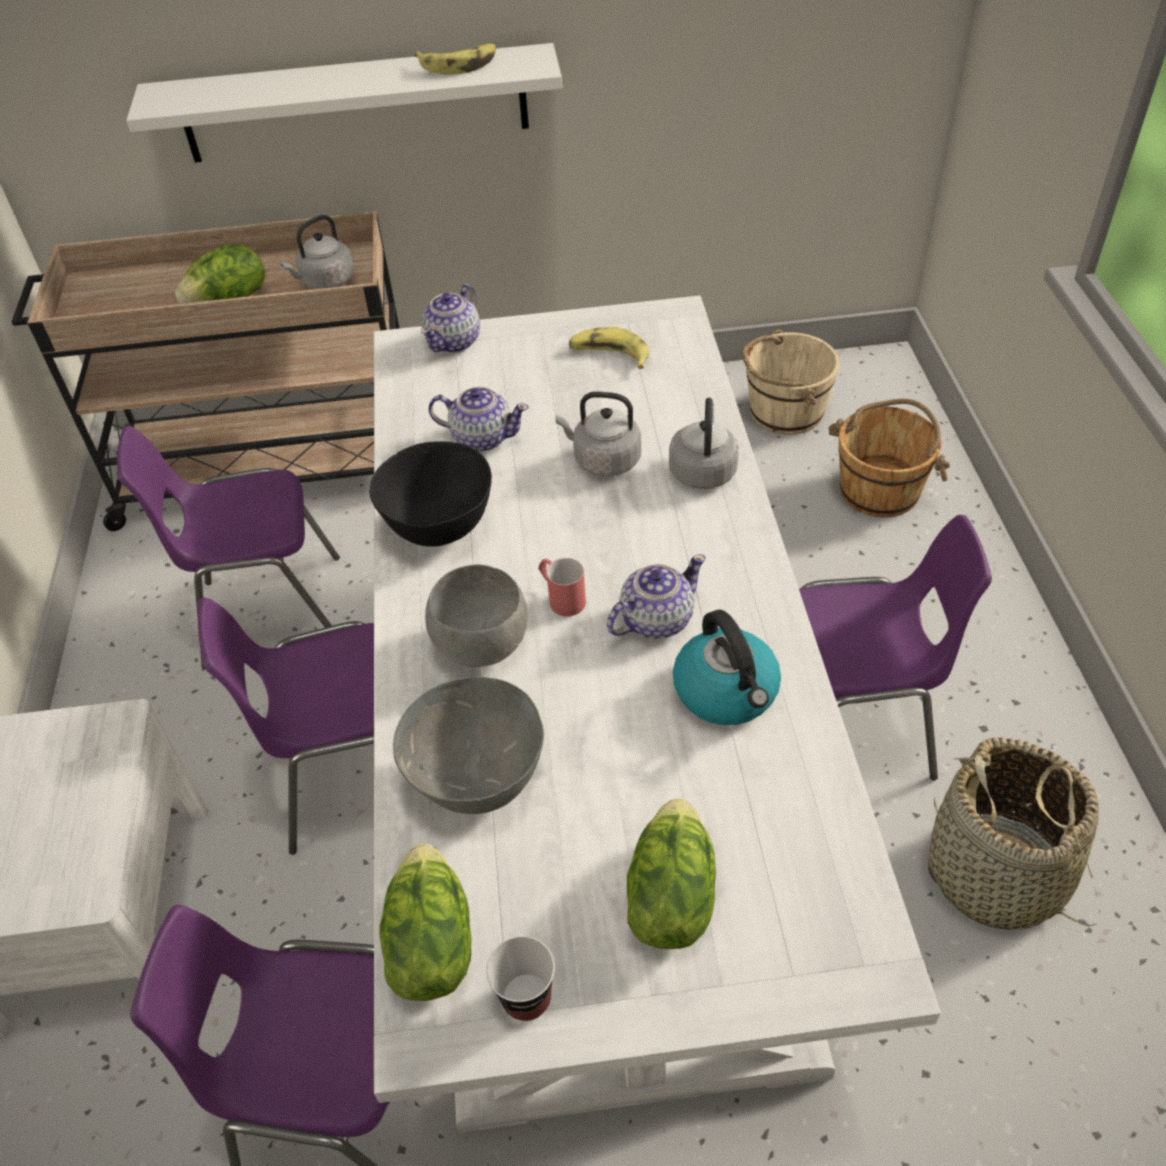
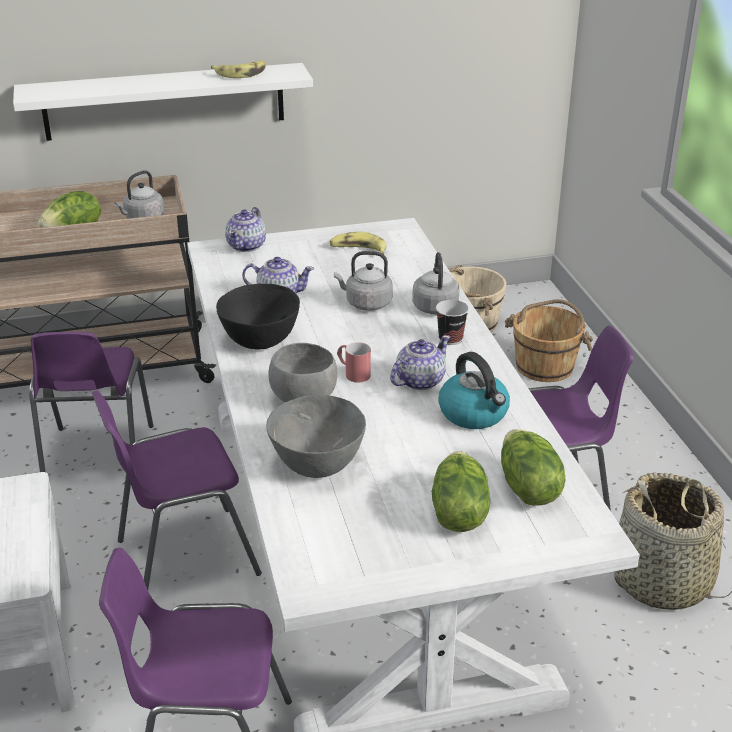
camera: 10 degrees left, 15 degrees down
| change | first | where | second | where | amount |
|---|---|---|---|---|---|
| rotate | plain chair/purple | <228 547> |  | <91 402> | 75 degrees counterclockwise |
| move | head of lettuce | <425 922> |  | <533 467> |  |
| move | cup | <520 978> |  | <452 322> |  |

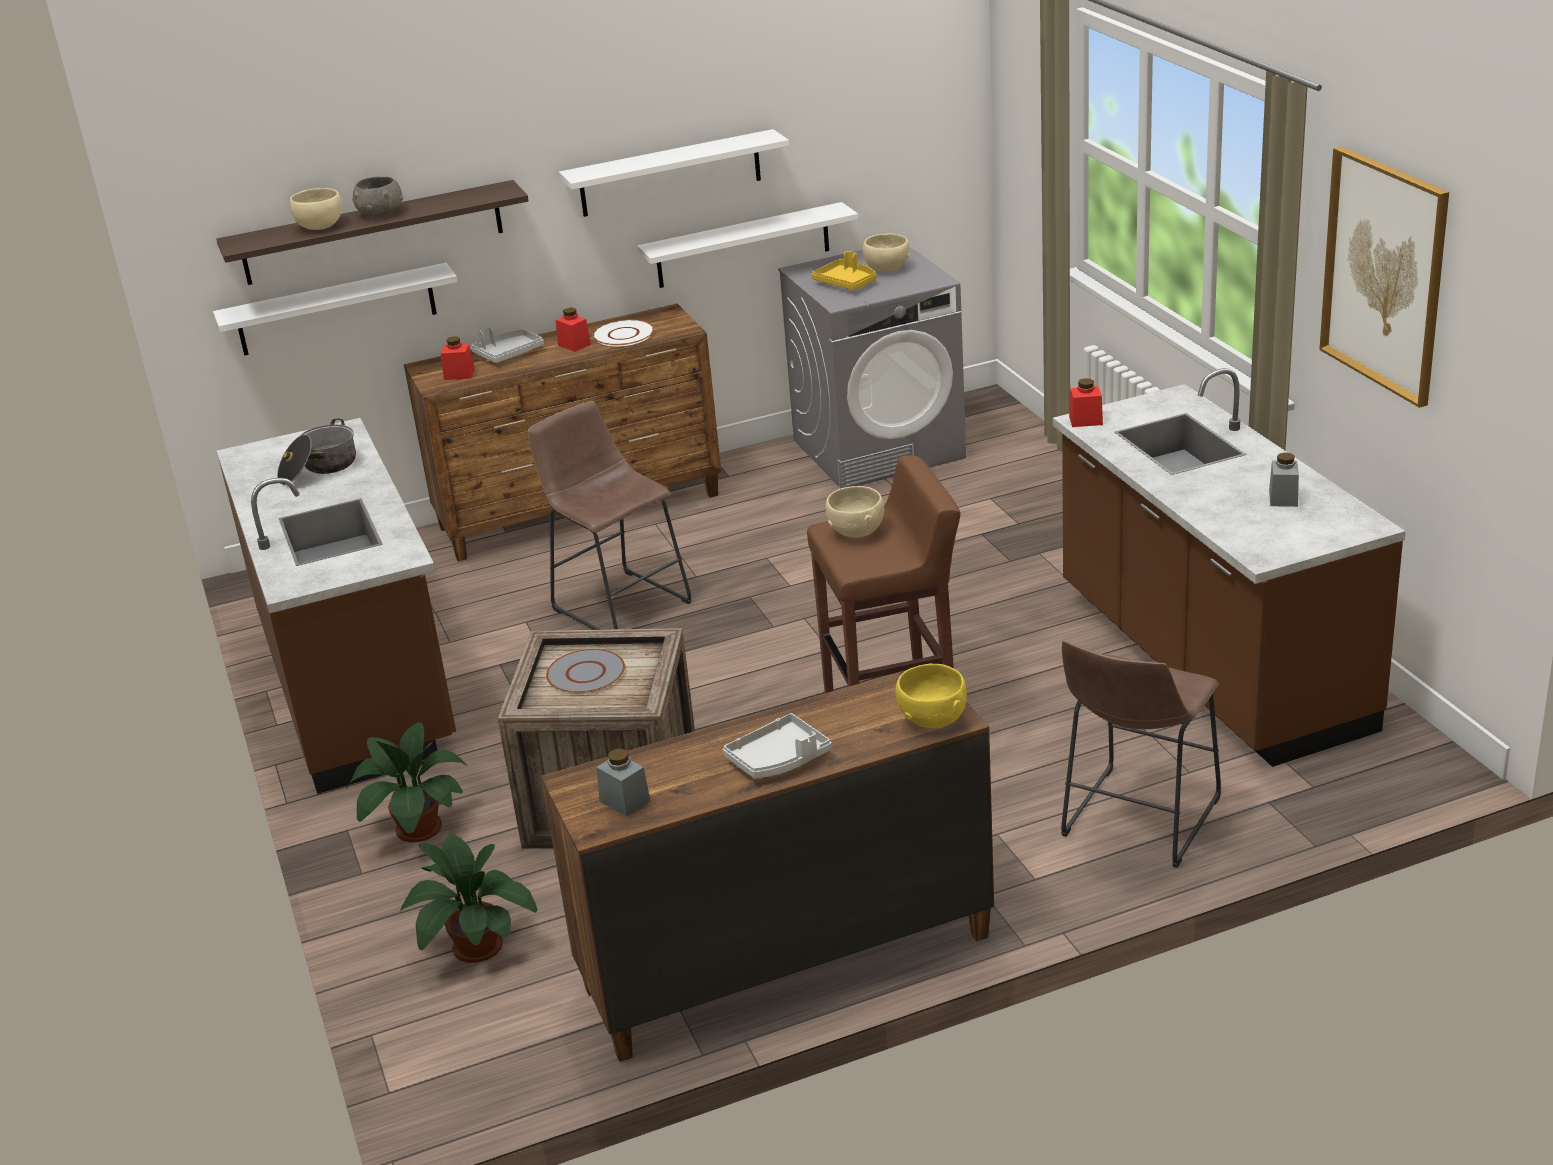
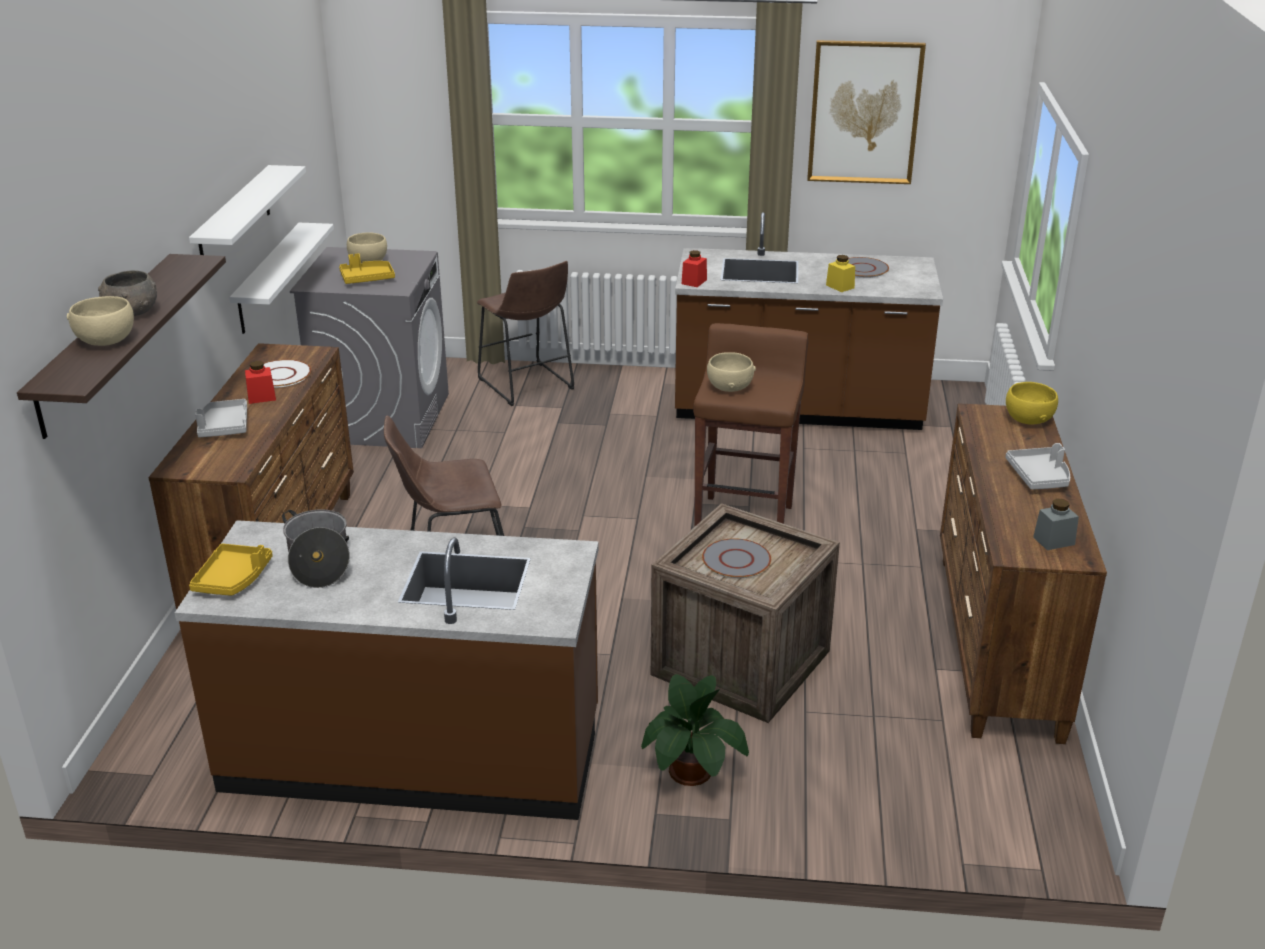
camera: 65 degrees left, 0 degrees up
| change | first | where | second | where | amount |
|---|---|---|---|---|---|
| delete | bracket shelf/white-coloured | <335 309> |  |  |  |
| delete | houseplant | <468 898> |  |  |  |
| delete | jar/red-coloured | <458 358> |  |  |  |
| move | stool/brown-coloured | <1141 754> |  | <525 333> |  |
| replace | jar/gray | <1284 479> | plate/gray | <868 267> |  |
| insert |  |  | serving tray/yellow-coloured | <231 569> |  |
| insert |  |  | jar/yellow-coloured | <840 273> |  |

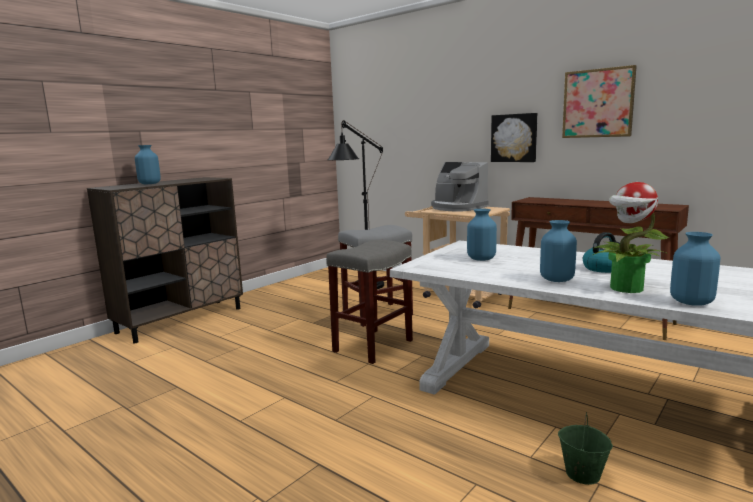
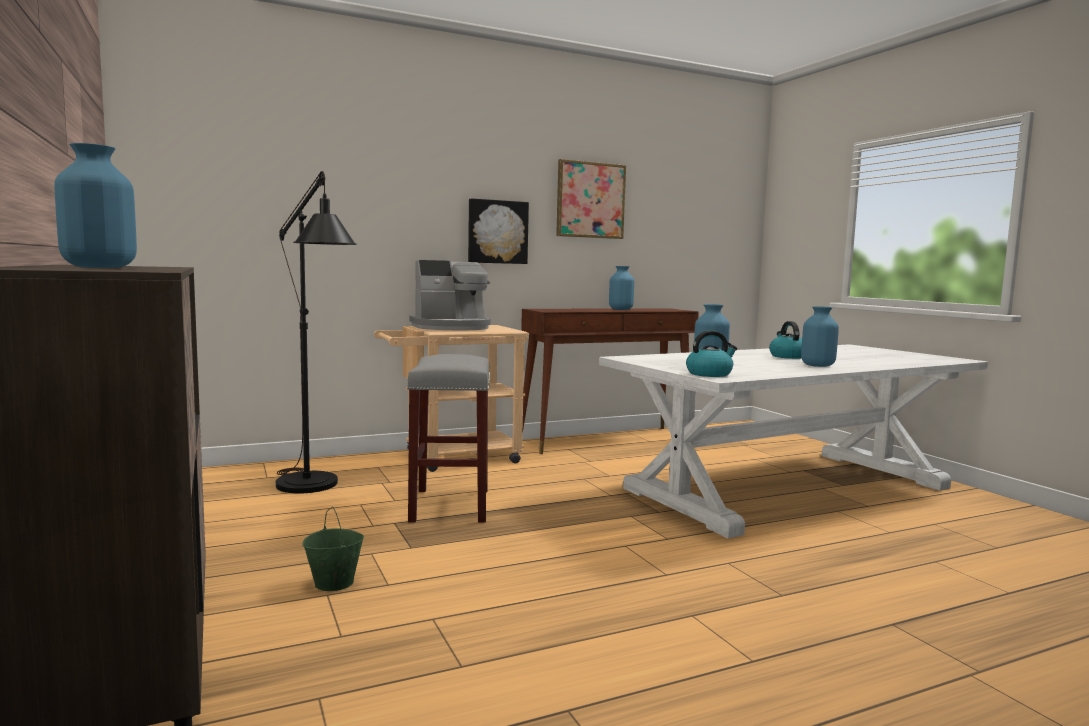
camera: 65 degrees left, 5 degrees down
| change | first | where | second | where | amount |
|---|---|---|---|---|---|
| delete | stool/gray | <369 302> |  |  |  |
| move | water bucket/greenish | <585 448> |  | <333 549> |  |
| delete | houseplant | <631 237> |  |  |  |
| move | vase/blue-coloured | <695 269> |  | <621 288> |  |
| insert |  |  | tea kettle | <711 353> |  |

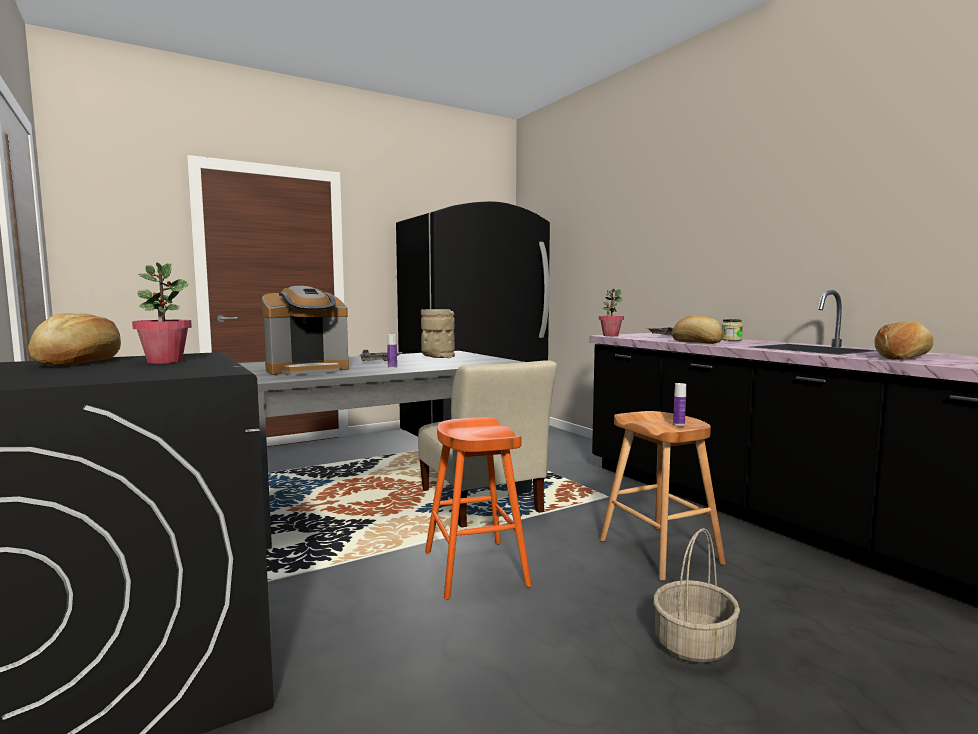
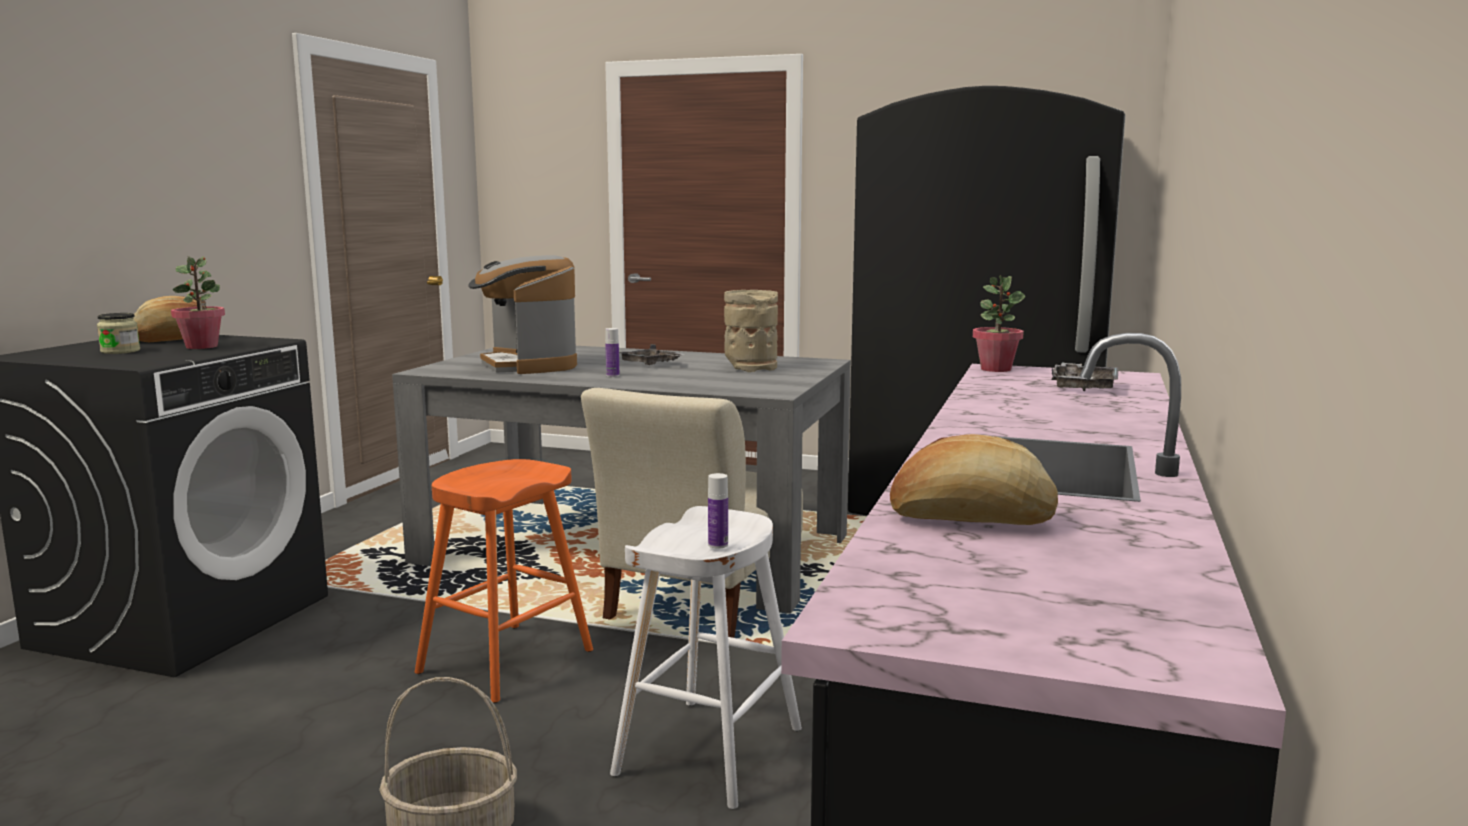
camera: 50 degrees right, 5 degrees up
| change | first | where | second | where | amount |
|---|---|---|---|---|---|
| rotate | coffee machine | <305 330> |  | <522 314> | 45 degrees clockwise |
| recolor | stool/brown-coloured | <663 496> | stool/white-coloured | <706 657> |  |
| delete | bakery bread | <697 329> |  |  |  |
| move | jar | <732 330> |  | <118 333> |  |

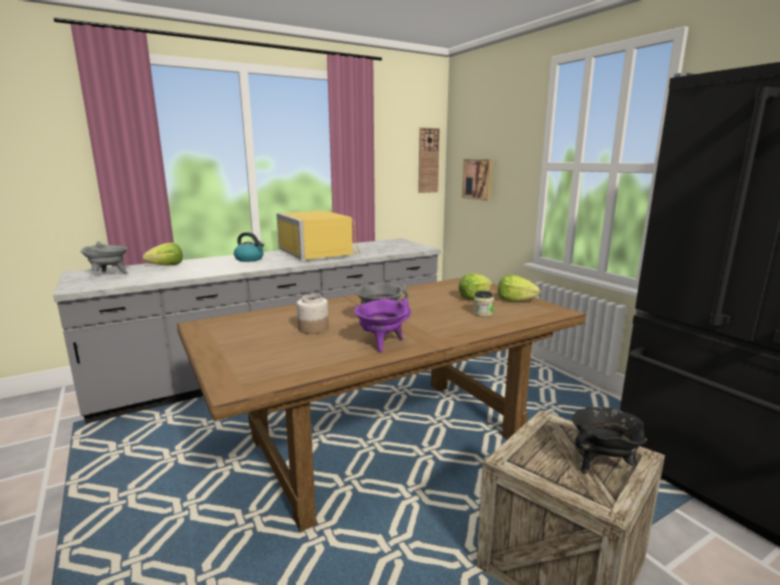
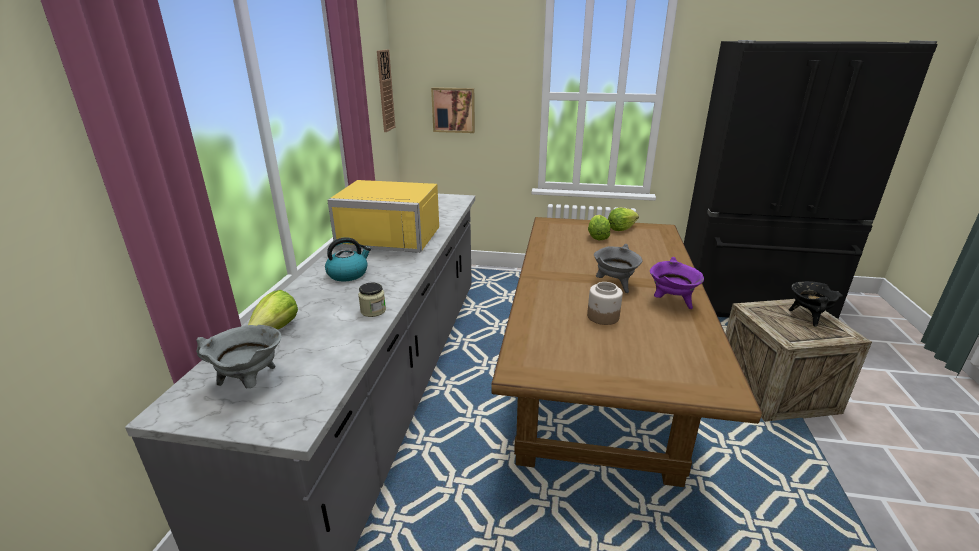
camera: 50 degrees left, 10 degrees up
| change | first | where | second | where | amount |
|---|---|---|---|---|---|
| move | jar | <483 304> |  | <372 300> |  |

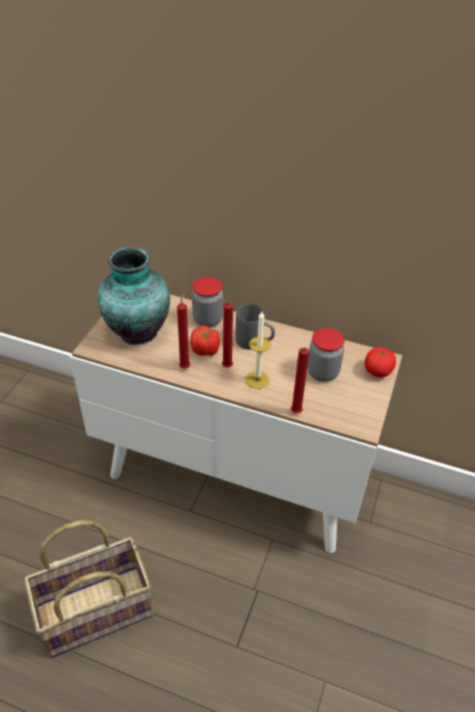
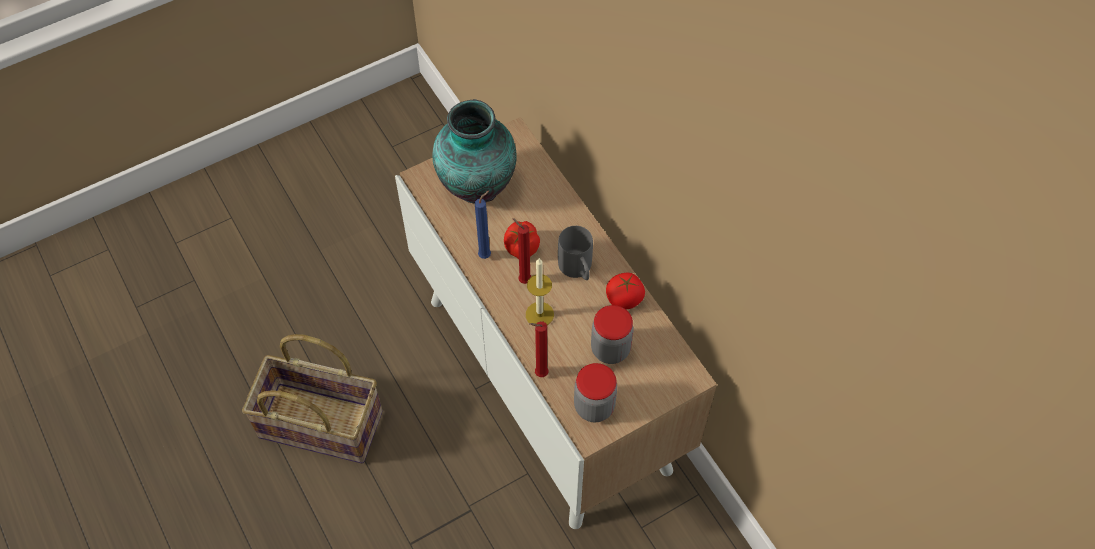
camera: 40 degrees right, 15 degrees up
| change | first | where | second | where | amount |
|---|---|---|---|---|---|
| recolor | wax light/red-coloured | <183 330> | wax light/blue-coloured | <483 225> |  |
| move | jar | <207 302> |  | <595 392> |  |
| move | fresh tomato | <380 362> |  | <625 291> |  |

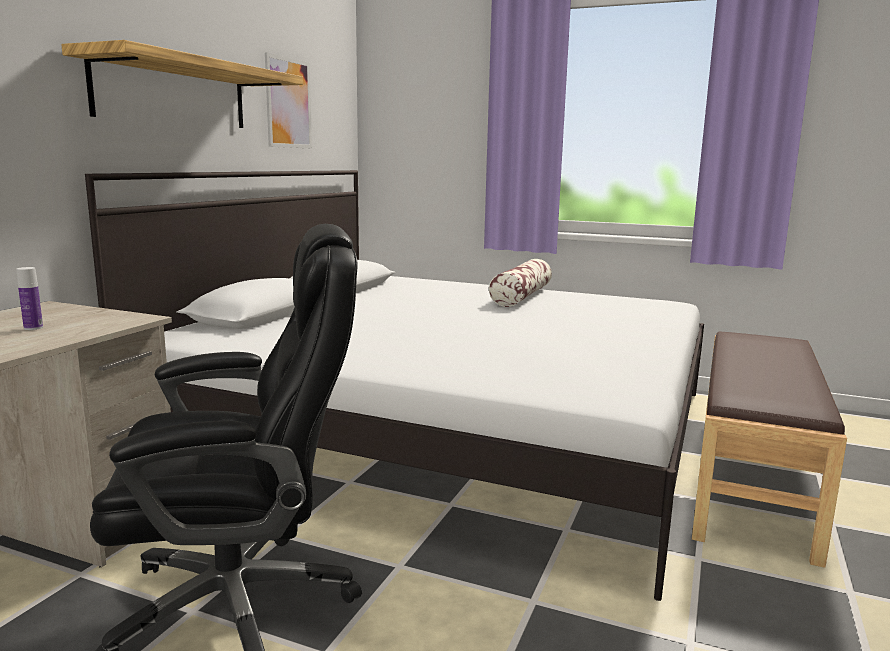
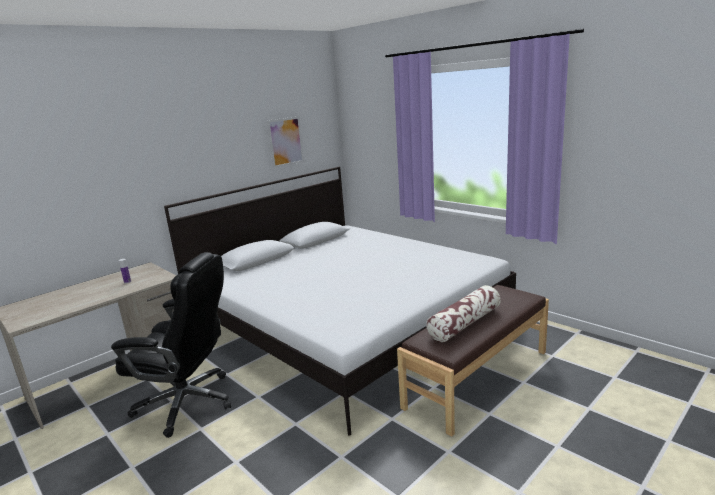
camera: 25 degrees right, 5 degrees up
| change | first | where | second | where | amount |
|---|---|---|---|---|---|
| delete | bracket shelf | <182 84> |  |  |  |
| move | cushion | <520 283> |  | <463 313> |  |

